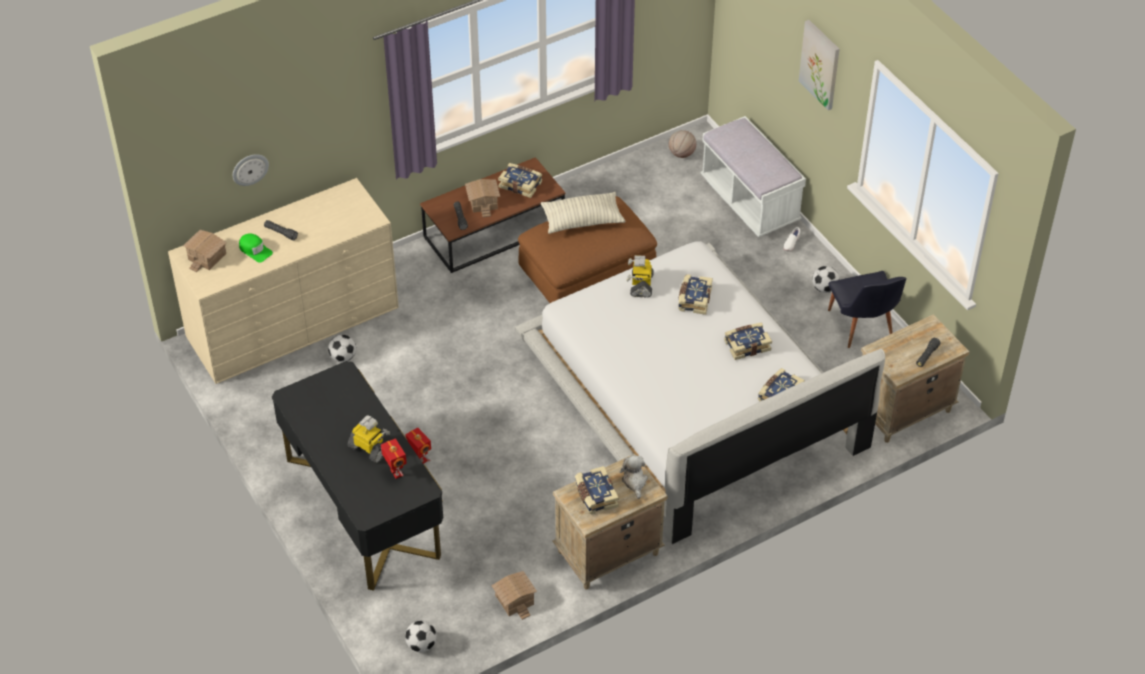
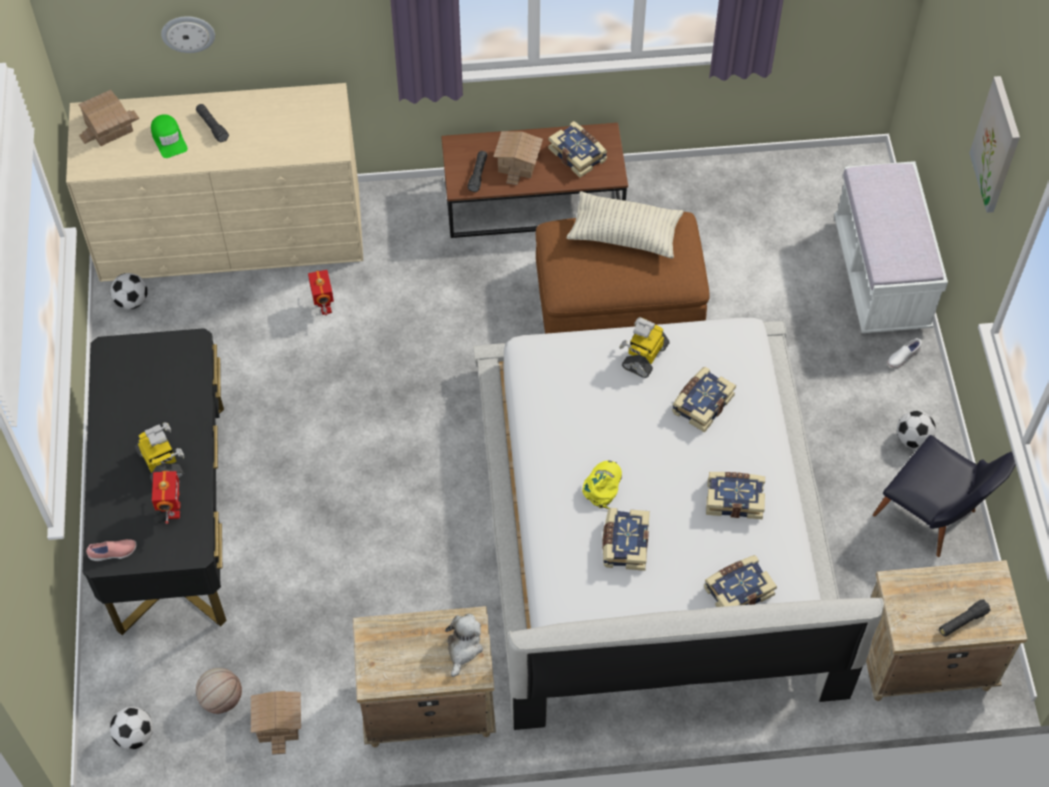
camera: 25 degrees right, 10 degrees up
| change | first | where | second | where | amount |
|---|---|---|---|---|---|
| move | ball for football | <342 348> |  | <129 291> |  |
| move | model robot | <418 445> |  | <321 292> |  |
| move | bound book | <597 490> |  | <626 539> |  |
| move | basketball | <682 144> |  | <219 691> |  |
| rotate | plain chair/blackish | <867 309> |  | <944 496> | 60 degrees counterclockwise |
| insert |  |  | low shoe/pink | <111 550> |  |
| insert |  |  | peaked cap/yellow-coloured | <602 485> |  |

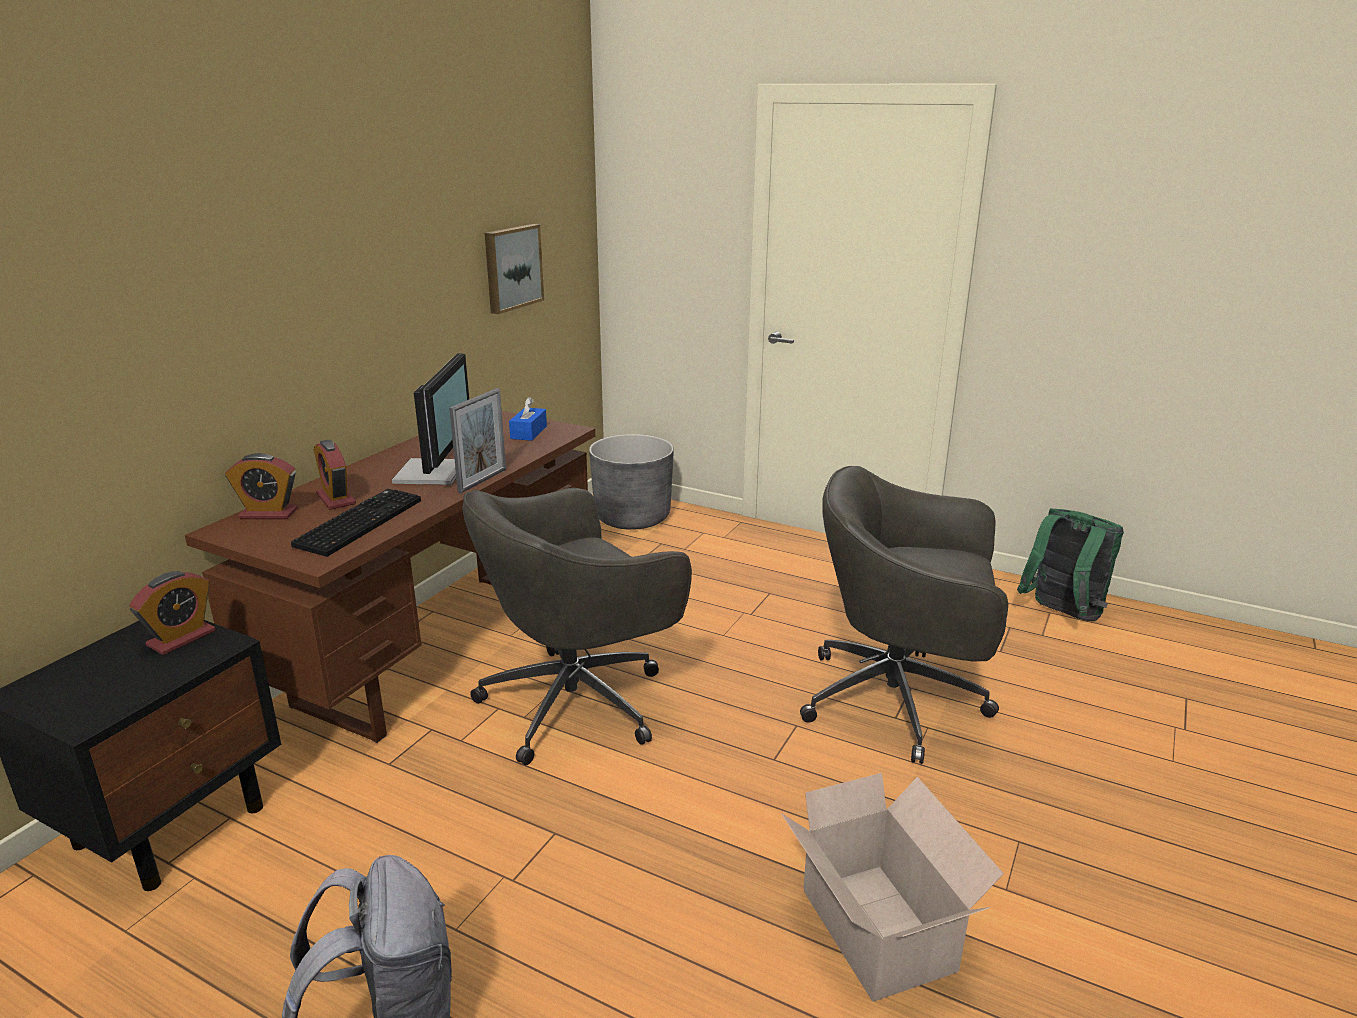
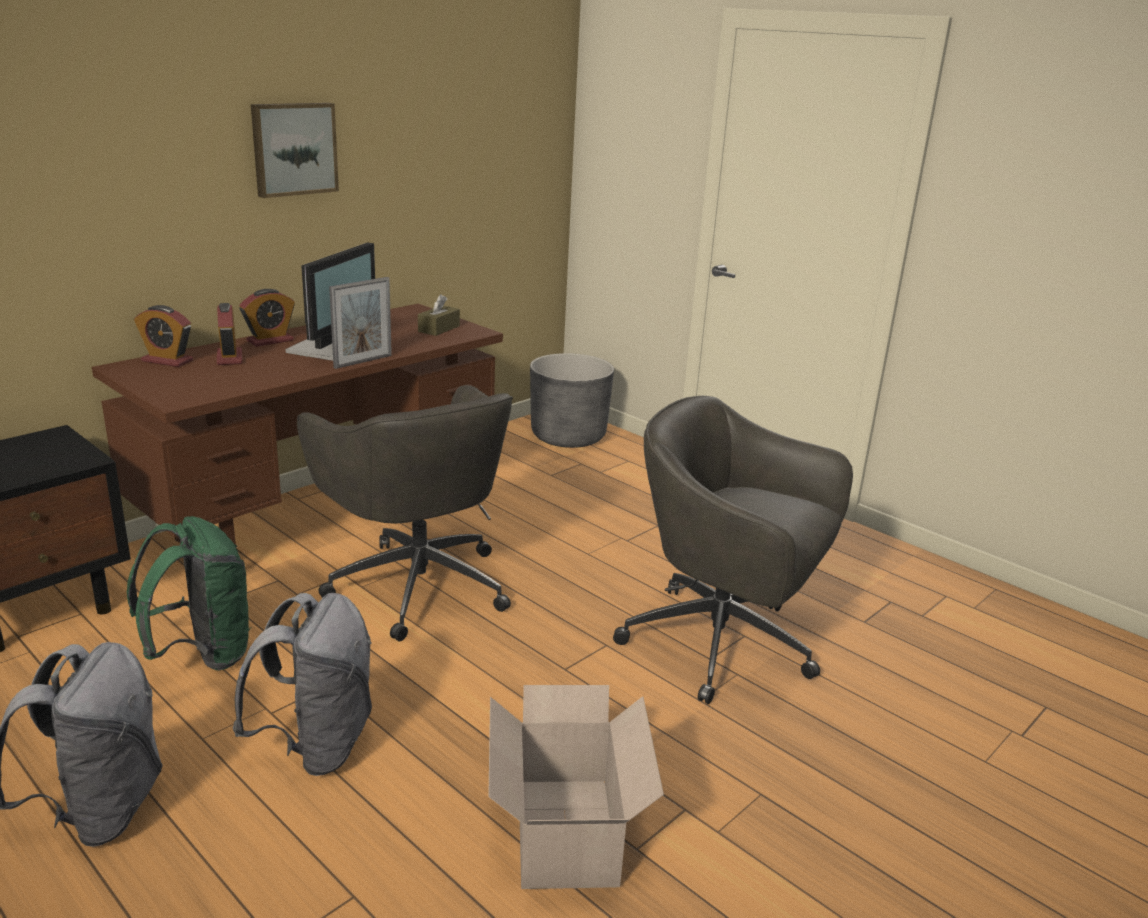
camera: 15 degrees right, 0 degrees up
| change | first | where | second | where | amount |
|---|---|---|---|---|---|
| move | table clock | <172 613> |  | <267 318> |  |
| delete | keyboard | <356 523> |  |  |  |
| rotate | desk chair/gray | <577 626> |  | <405 513> | 105 degrees counterclockwise |
| move | wall art | <514 269> |  | <295 150> |  |
| recolor | box of tissues/blue-coloured | <528 419> | box of tissues/brown-coloured | <439 315> |  |
| move | knapsack/greenish | <1070 564> |  | <189 593> |  |
| insert |  |  | knapsack/gray | <302 684> |  |

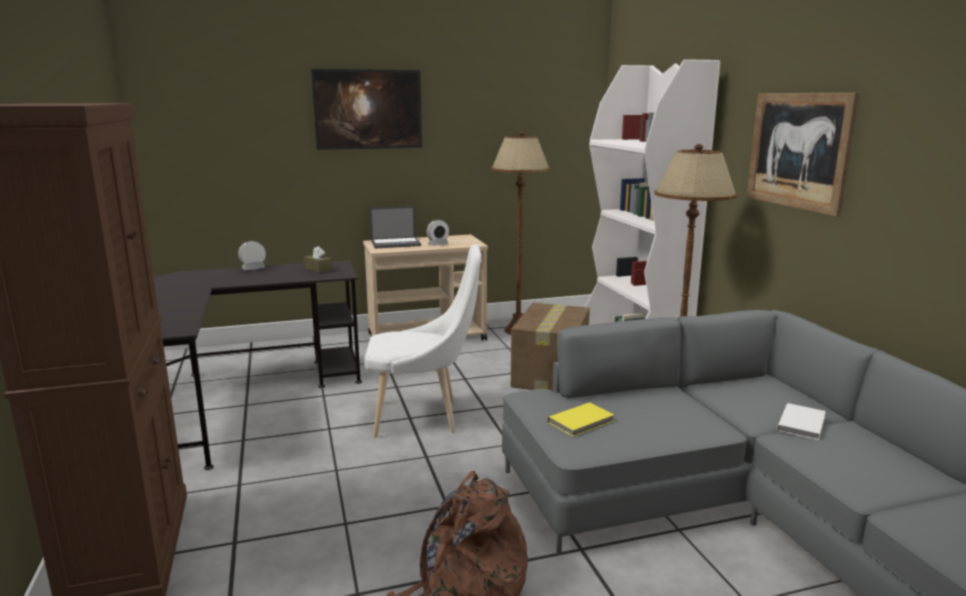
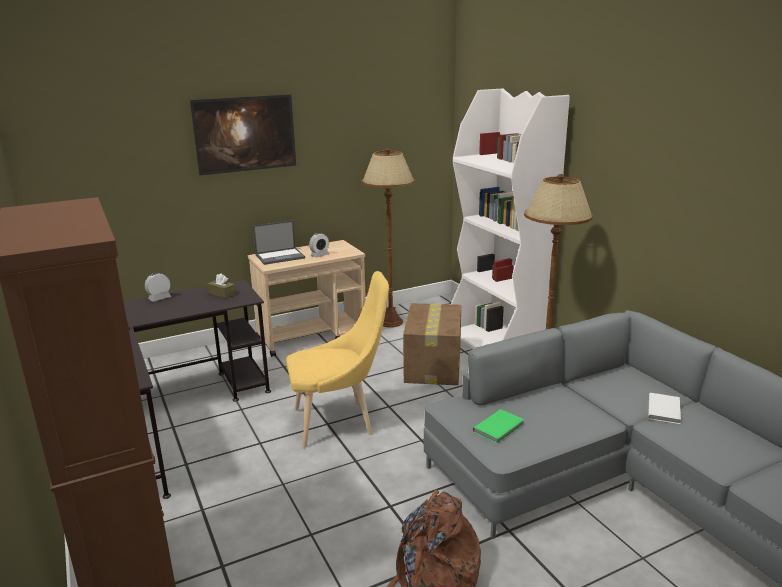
camera: 10 degrees left, 5 degrees up
| change | first | where | second | where | amount |
|---|---|---|---|---|---|
| recolor | plain chair/white-coloured | <422 341> | plain chair/yellow-coloured | <337 359> |  |
| recolor | bound book/yellow-coloured | <581 419> | bound book/greenish | <499 426> |  |
| delete | wall art | <803 155> |  |  |  |

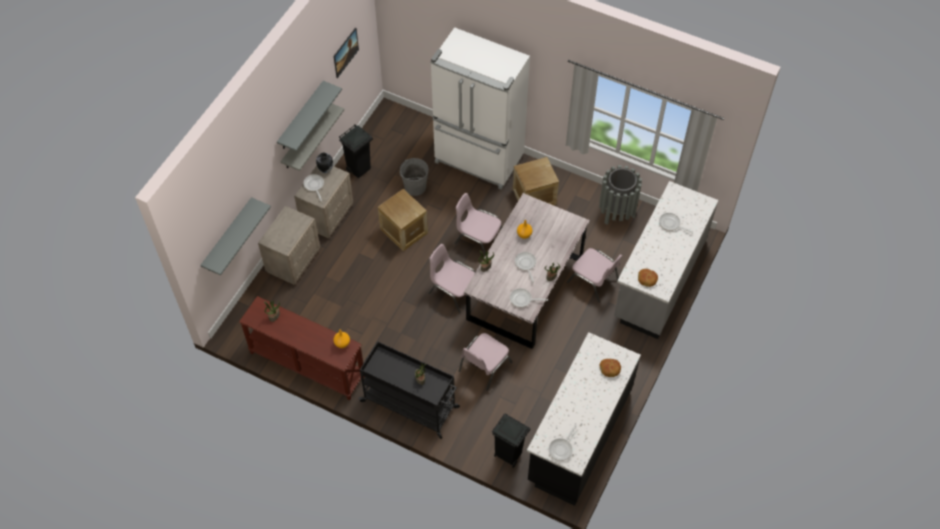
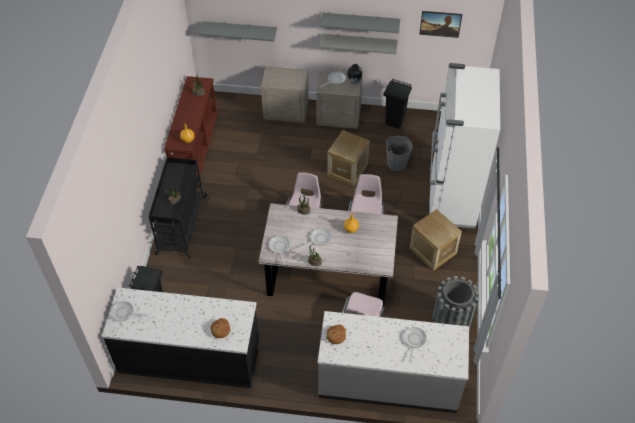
camera: 70 degrees right, 5 degrees down
| change | first | where | second | where | amount |
|---|---|---|---|---|---|
| delete | plain chair/pink | <486 362> |  |  |  |

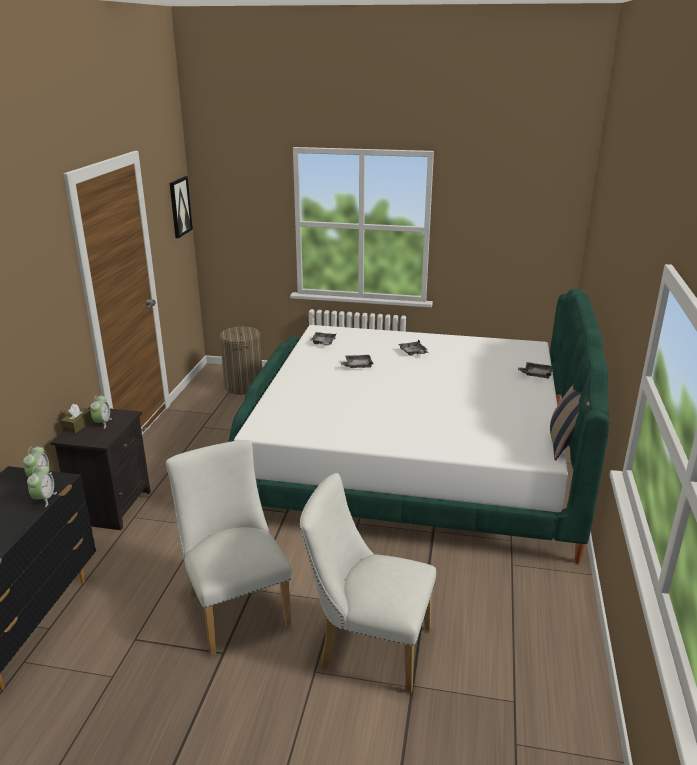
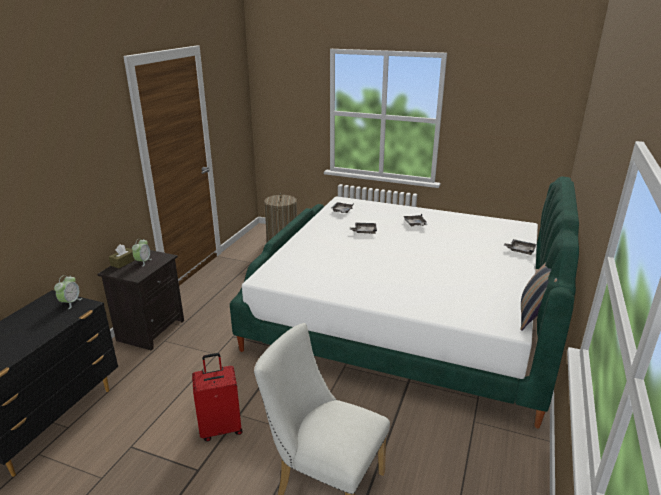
camera: 10 degrees right, 0 degrees up
| change | first | where | second | where | amount |
|---|---|---|---|---|---|
| delete | table clock | <42 486> |  |  |  |
| replace | plain chair/white-coloured | <229 547> | travel case/red-coloured | <217 397> |  |
| delete | wall art | <181 207> |  |  |  |

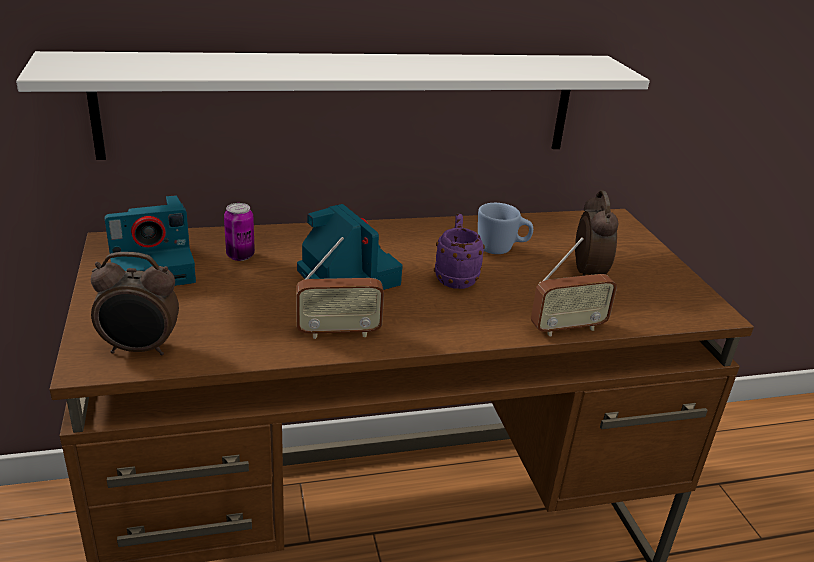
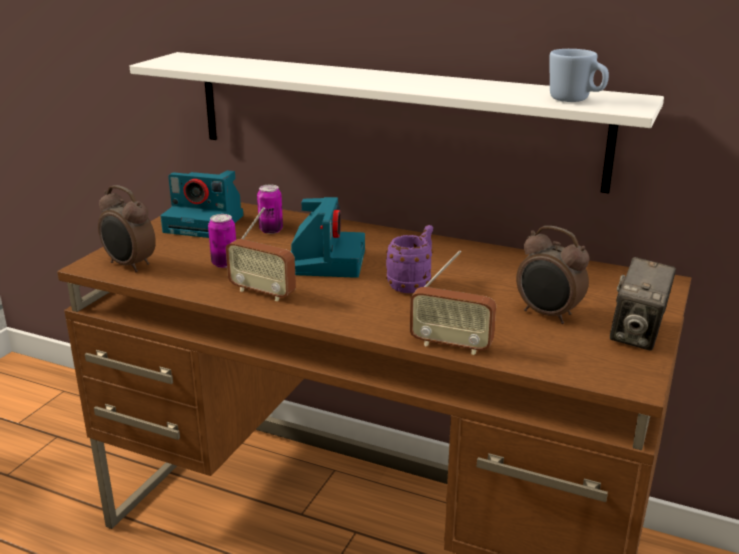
camera: 40 degrees right, 5 degrees down
| change | first | where | second | where | amount |
|---|---|---|---|---|---|
| move | coffee mug/blue-coloured | <505 228> |  | <579 75> |  |
| rotate | table clock | <597 233> |  | <553 275> | 90 degrees clockwise |
| insert |  |  | metal can | <222 241> |  |
| insert |  |  | photo camera | <643 304> |  |

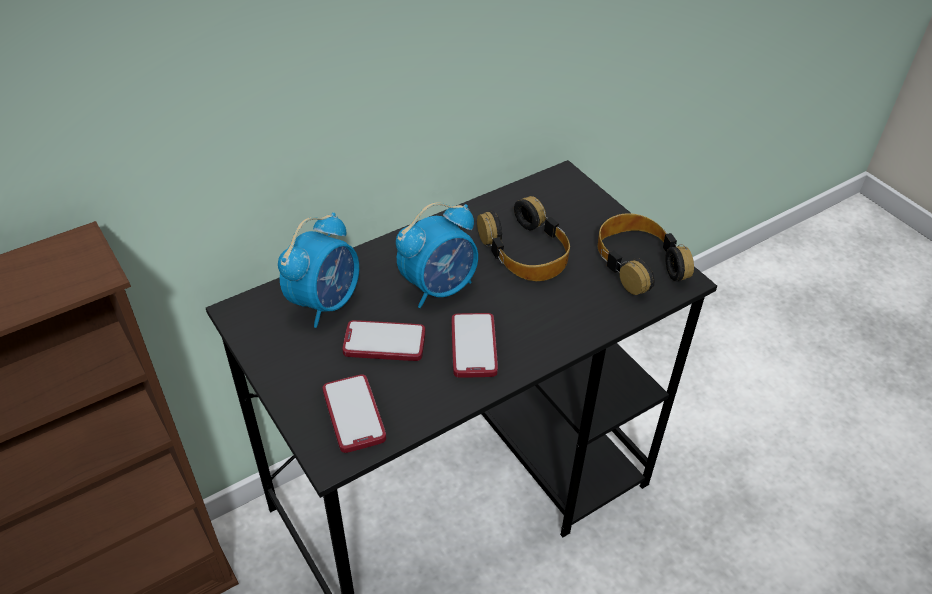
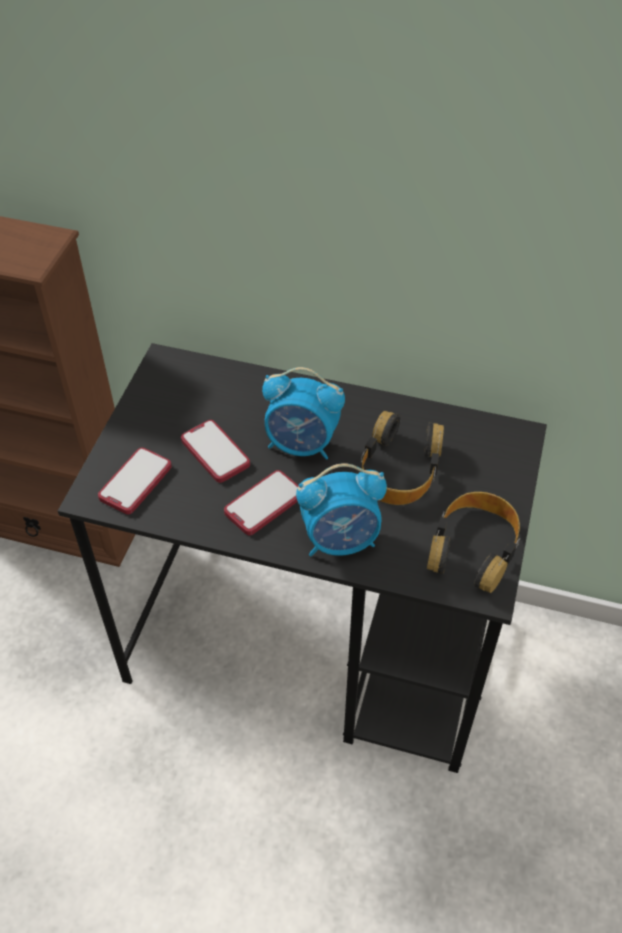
camera: 50 degrees right, 5 degrees up
| change | first | where | second | where | amount |
|---|---|---|---|---|---|
| move | table clock | <318 270> |  | <341 509> |  |

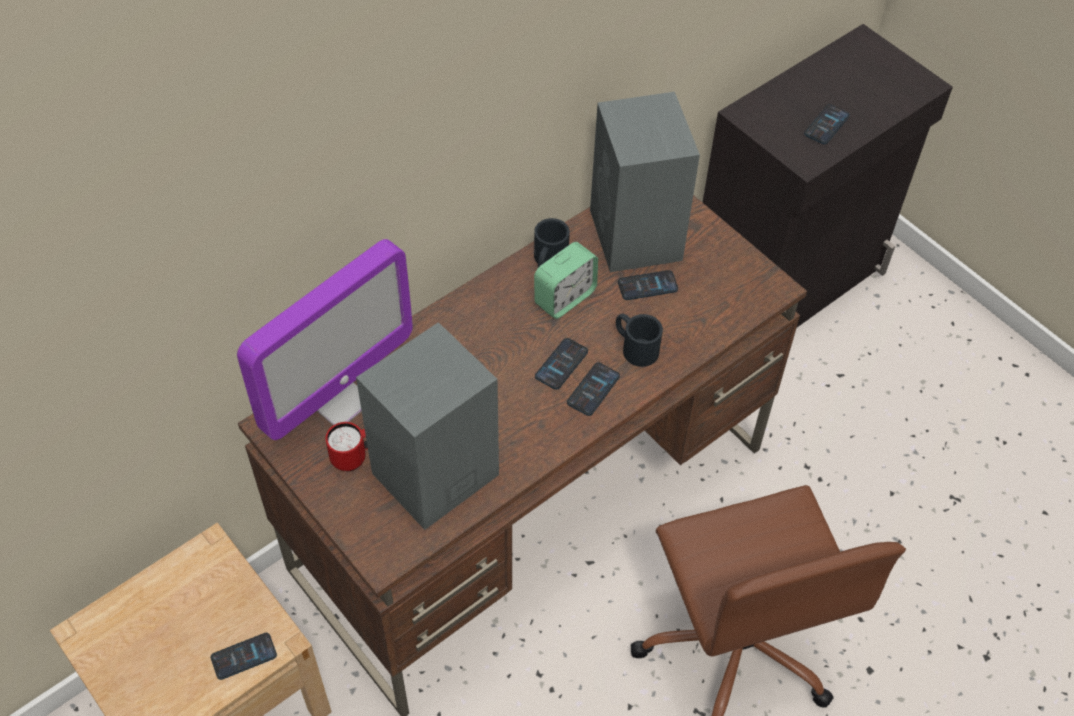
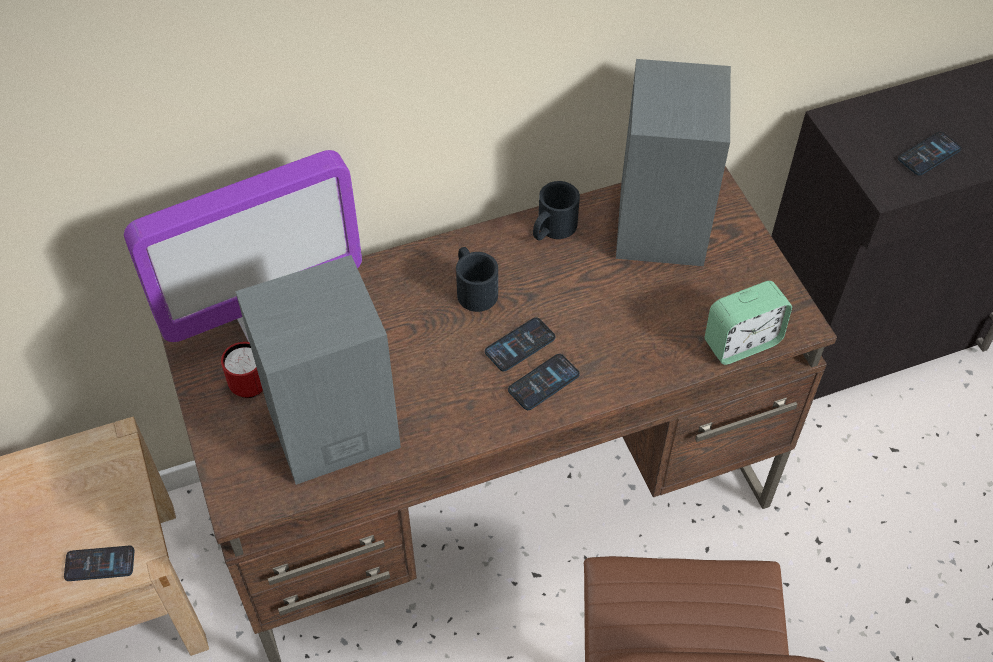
camera: 20 degrees right, 0 degrees up
| change | first | where | second | where | amount |
|---|---|---|---|---|---|
| move | table clock | <566 280> |  | <748 323> |  |
| move | coffee mug/blackish | <639 340> |  | <477 279> |  |
| delete | telephone | <648 285> |  |  |  |

